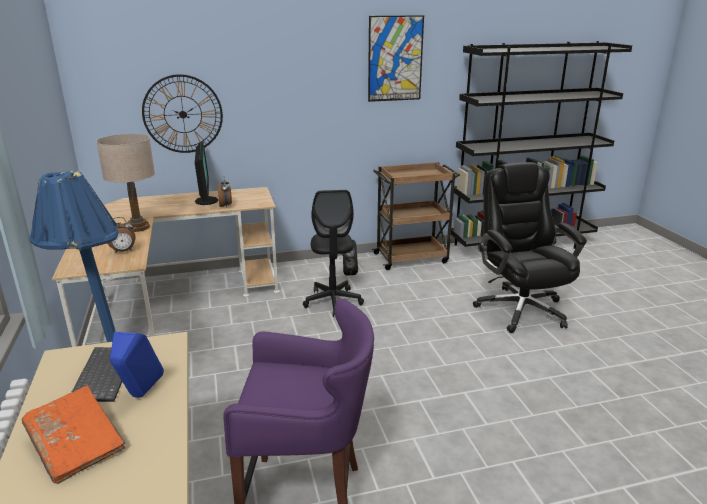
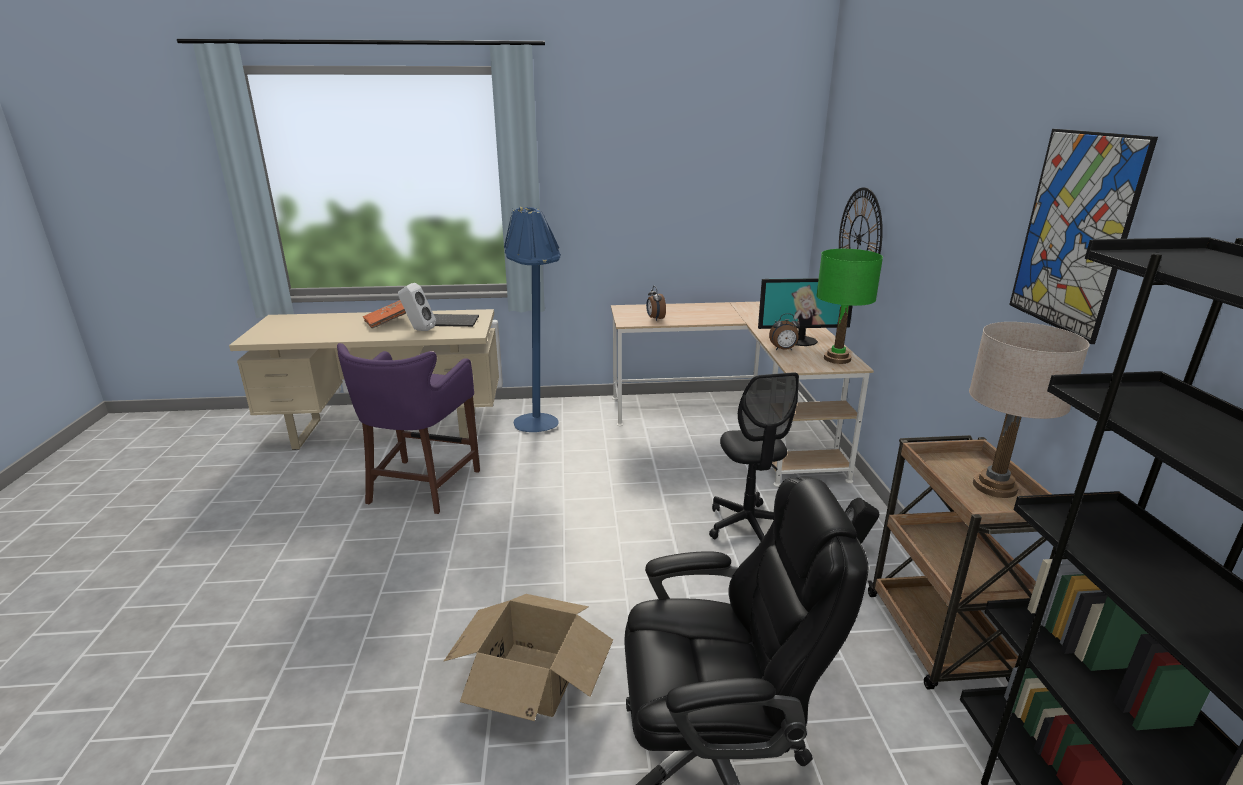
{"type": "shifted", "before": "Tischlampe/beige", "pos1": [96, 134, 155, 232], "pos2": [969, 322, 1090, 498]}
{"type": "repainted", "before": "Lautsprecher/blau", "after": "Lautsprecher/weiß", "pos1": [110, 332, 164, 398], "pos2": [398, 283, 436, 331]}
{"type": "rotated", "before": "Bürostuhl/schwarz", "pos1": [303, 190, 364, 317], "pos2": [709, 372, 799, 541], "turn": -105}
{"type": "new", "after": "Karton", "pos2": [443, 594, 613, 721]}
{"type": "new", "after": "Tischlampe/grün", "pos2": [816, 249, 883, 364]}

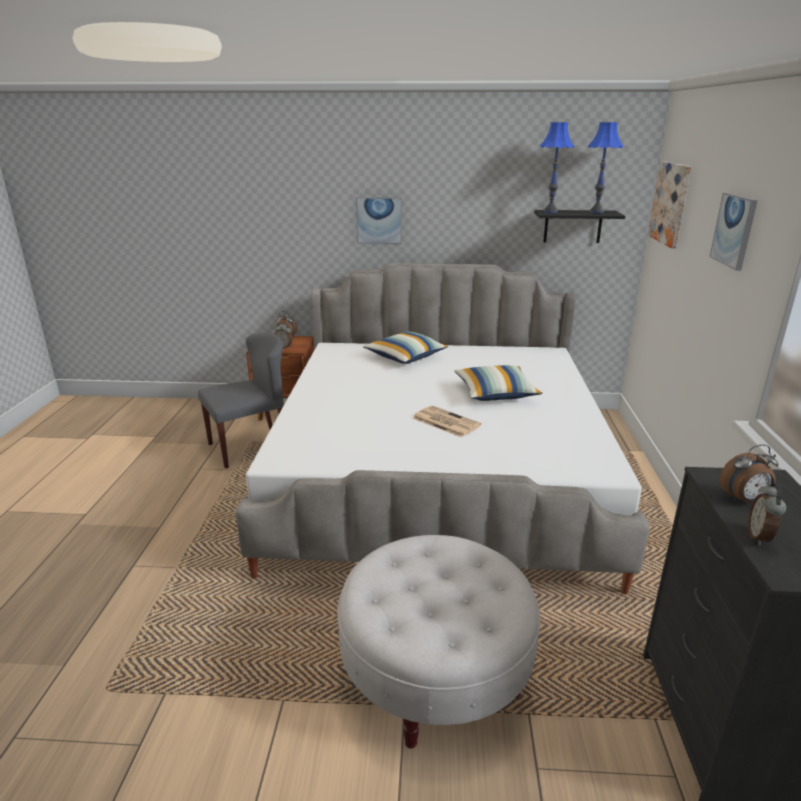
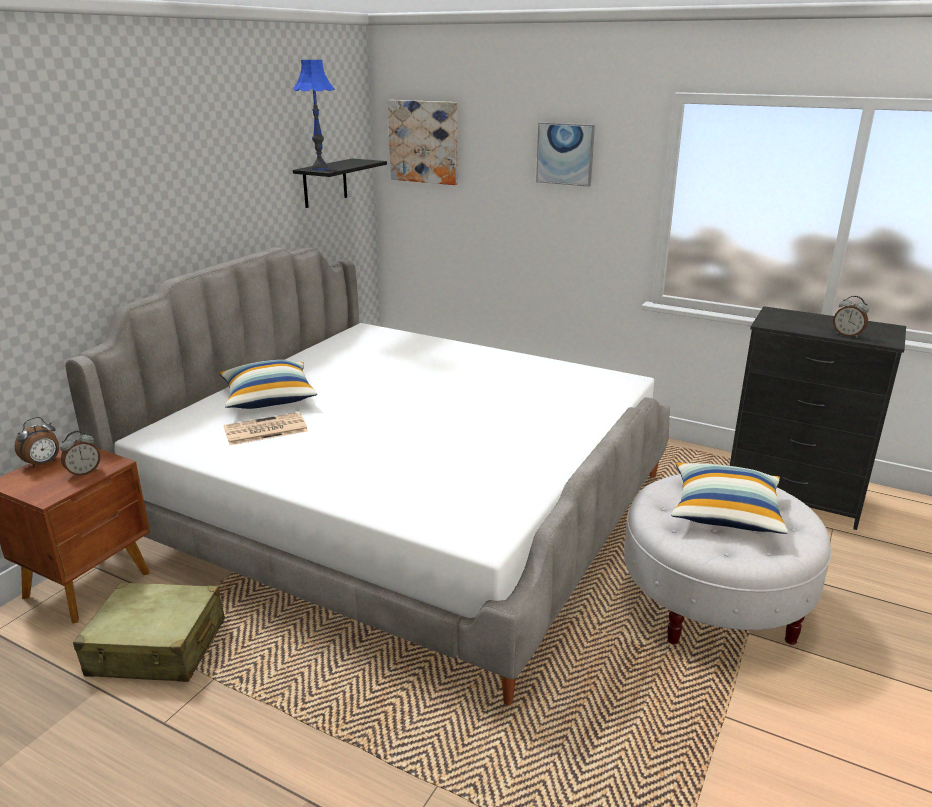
{"type": "swapped", "before": "Stuhl/grau", "after": "Koffer/beige", "pos1": [198, 333, 284, 469], "pos2": [73, 582, 225, 682]}
{"type": "gone", "before": "Bild", "pos1": [356, 197, 402, 244]}
{"type": "shifted", "before": "Zeitung", "pos1": [412, 405, 481, 438], "pos2": [224, 412, 308, 445]}
{"type": "shifted", "before": "Kissen", "pos1": [454, 365, 542, 401], "pos2": [671, 462, 788, 534]}
{"type": "gone", "before": "Tischlampe/blau", "pos1": [588, 122, 623, 213]}
{"type": "gone", "before": "Wecker", "pos1": [719, 445, 778, 502]}

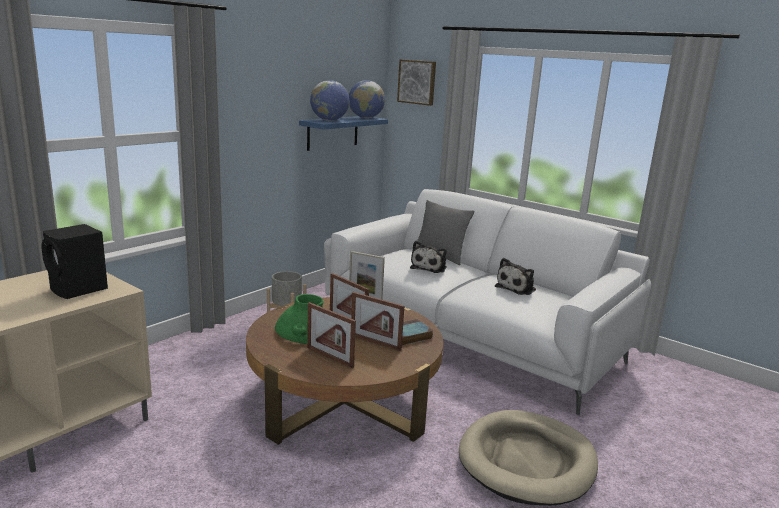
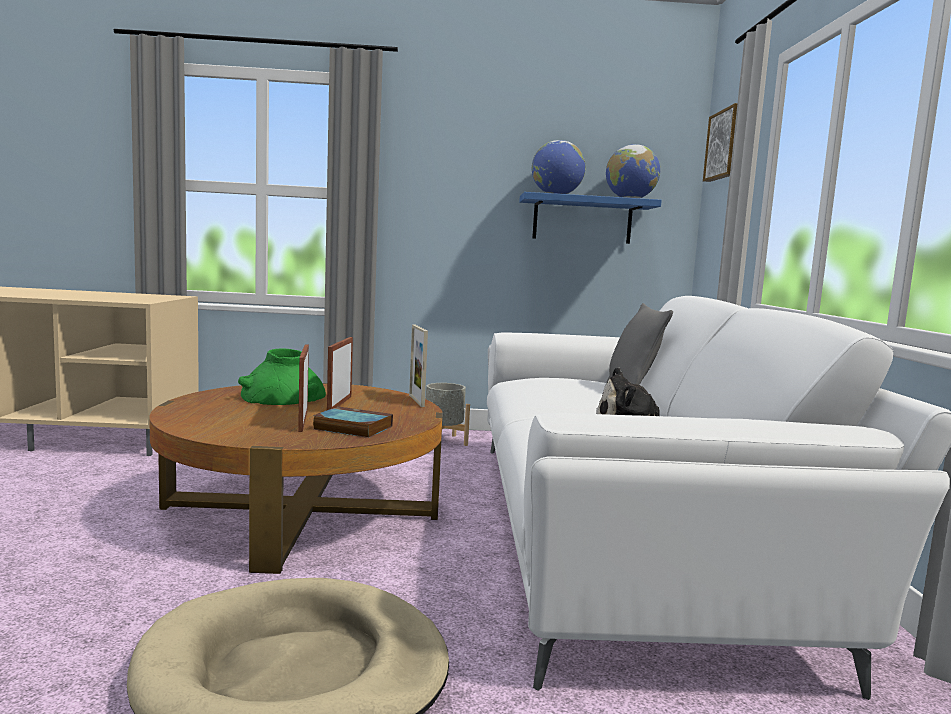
{"type": "gone", "before": "Lautsprecher/schwarz", "pos1": [41, 224, 108, 299]}
{"type": "gone", "before": "Bilderrahmen", "pos1": [307, 302, 356, 368]}
{"type": "gone", "before": "Plüschtier", "pos1": [410, 240, 447, 273]}

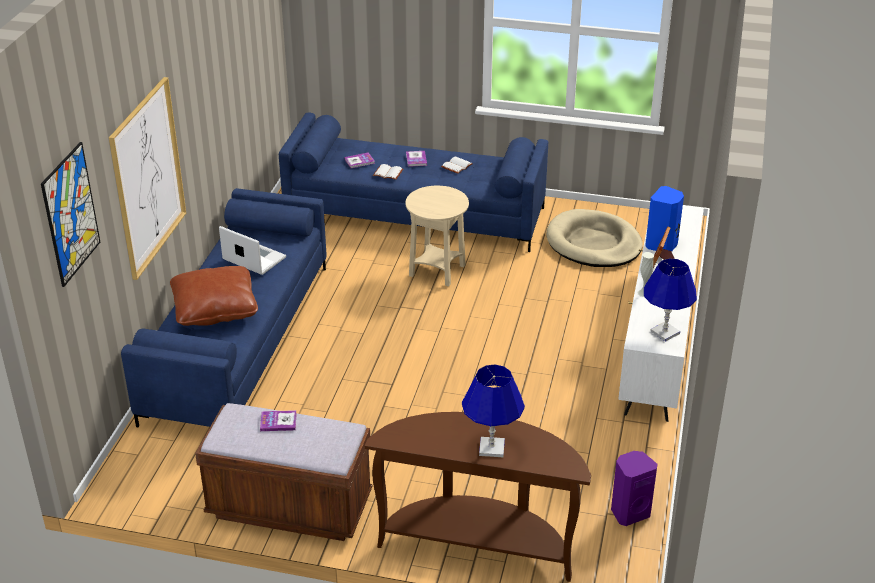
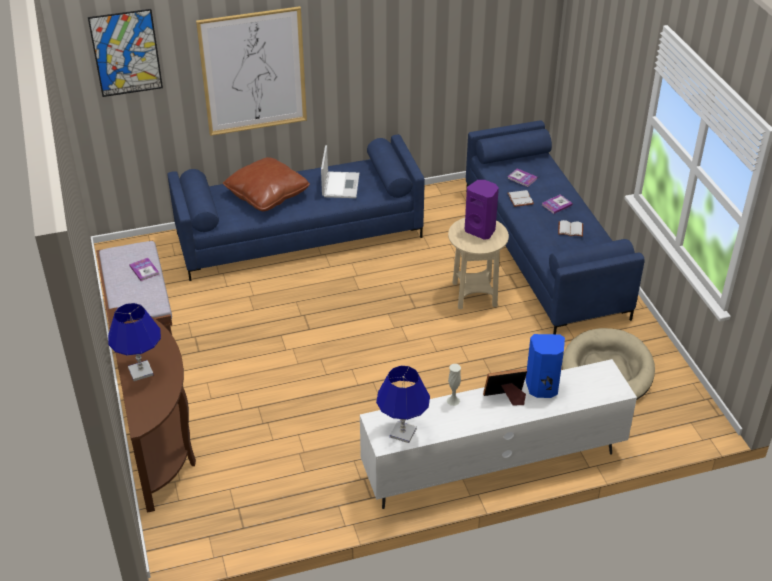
{"type": "shifted", "before": "Lautsprecher/lila", "pos1": [611, 451, 658, 526], "pos2": [465, 180, 499, 240]}

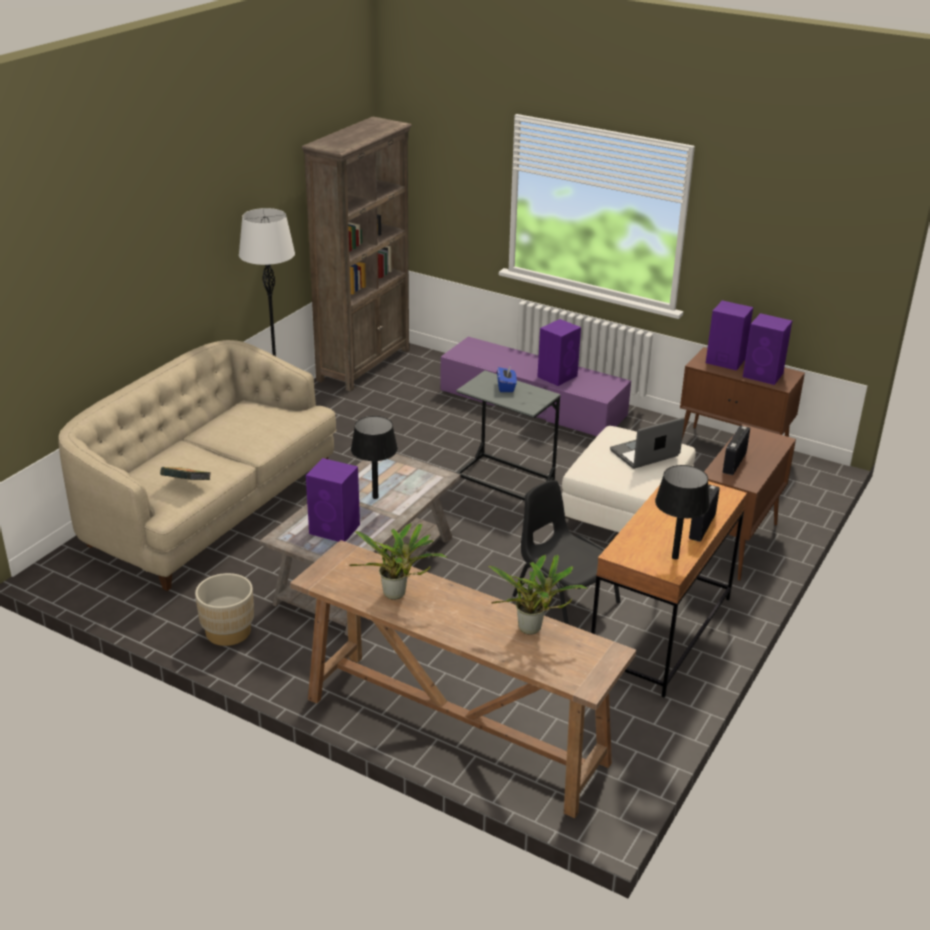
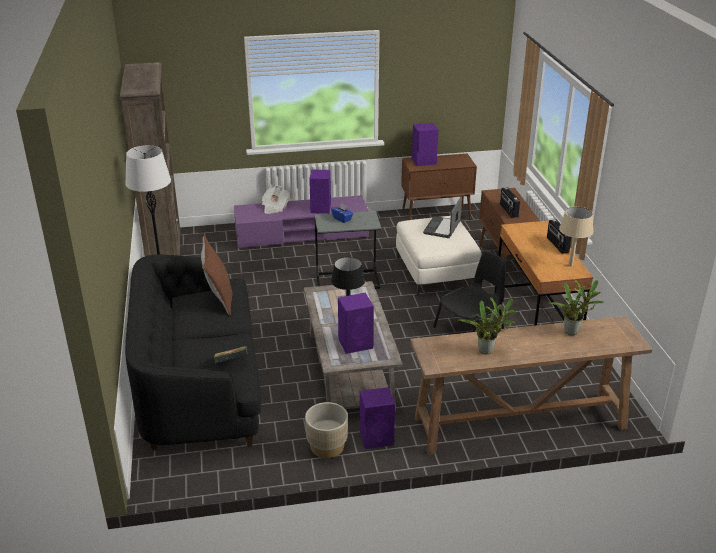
{"type": "repainted", "before": "Sofa/beige", "after": "Sofa/schwarz", "pos1": [58, 340, 336, 591], "pos2": [125, 254, 261, 451]}
{"type": "rotated", "before": "Stuhl/schwarz", "pos1": [513, 480, 621, 625], "pos2": [433, 251, 506, 332], "turn": 135}
{"type": "repainted", "before": "Tischlampe/schwarz", "after": "Tischlampe/beige", "pos1": [655, 465, 710, 559], "pos2": [559, 207, 593, 266]}
{"type": "shifted", "before": "Lautsprecher/lila", "pos1": [743, 313, 792, 385], "pos2": [360, 387, 395, 449]}
{"type": "new", "after": "Kissen/braun", "pos2": [201, 236, 232, 316]}
{"type": "new", "after": "Zeitung", "pos2": [262, 186, 290, 214]}

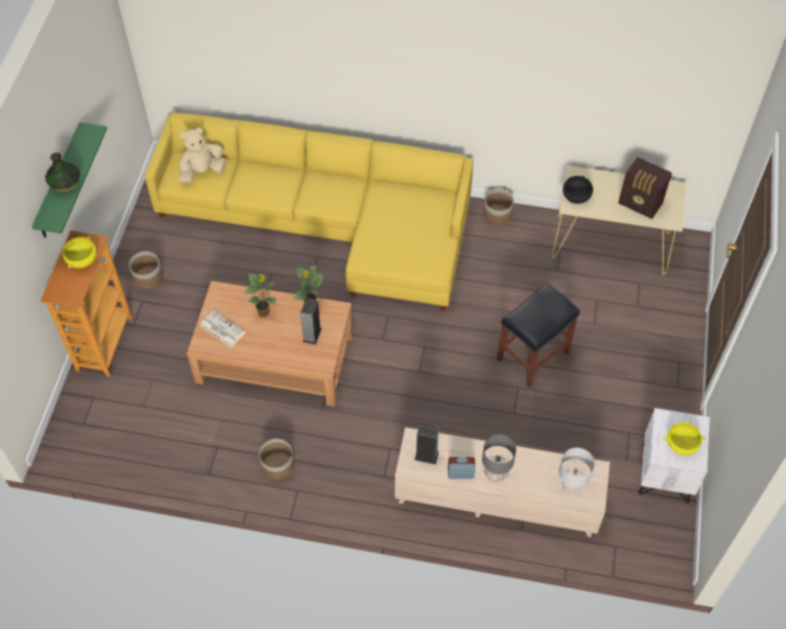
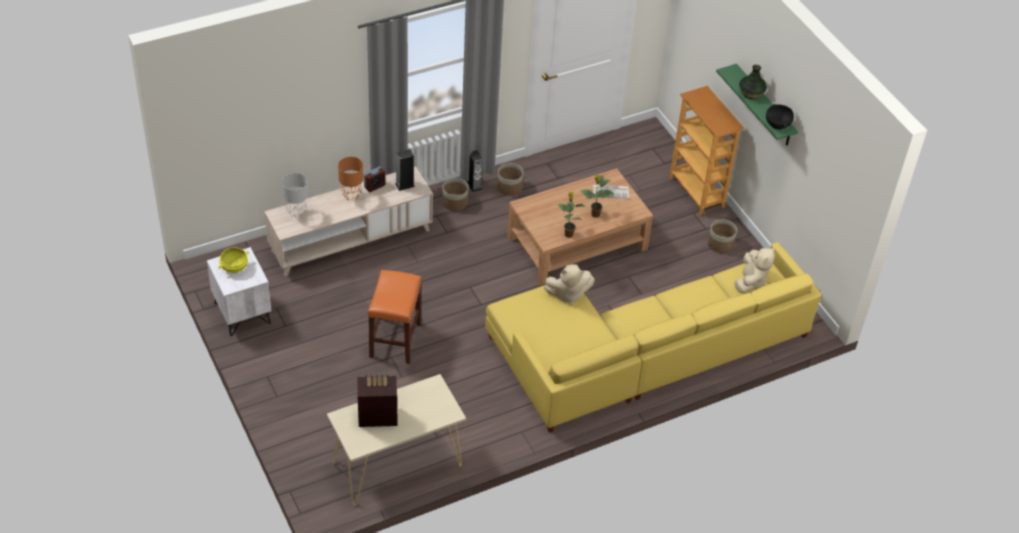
{"type": "gone", "before": "Schüssel/gelb", "pos1": [62, 237, 96, 268]}
{"type": "shifted", "before": "Lautsprecher", "pos1": [300, 298, 322, 345], "pos2": [467, 150, 483, 192]}
{"type": "repainted", "before": "Tischlampe/grau", "after": "Tischlampe/orange", "pos1": [482, 435, 516, 482], "pos2": [338, 157, 364, 201]}
{"type": "shifted", "before": "Pflanzkübel", "pos1": [483, 189, 514, 226], "pos2": [442, 178, 469, 211]}
{"type": "repainted", "before": "Hocker/schwarz", "after": "Hocker/orange", "pos1": [497, 283, 580, 388], "pos2": [368, 270, 422, 364]}
{"type": "shifted", "before": "Schüssel/schwarz", "pos1": [563, 176, 593, 204], "pos2": [766, 104, 794, 130]}
{"type": "new", "after": "Plüschtier/beige", "pos2": [544, 264, 595, 305]}

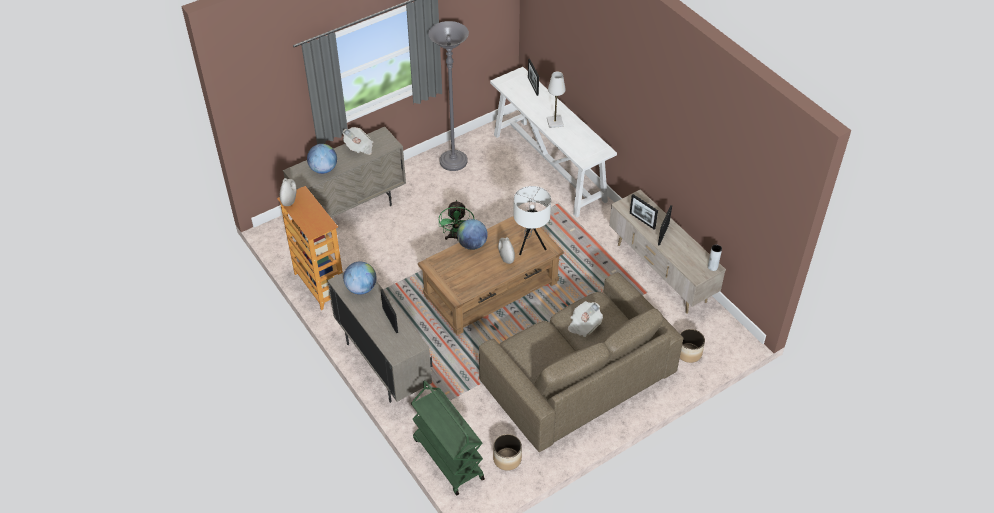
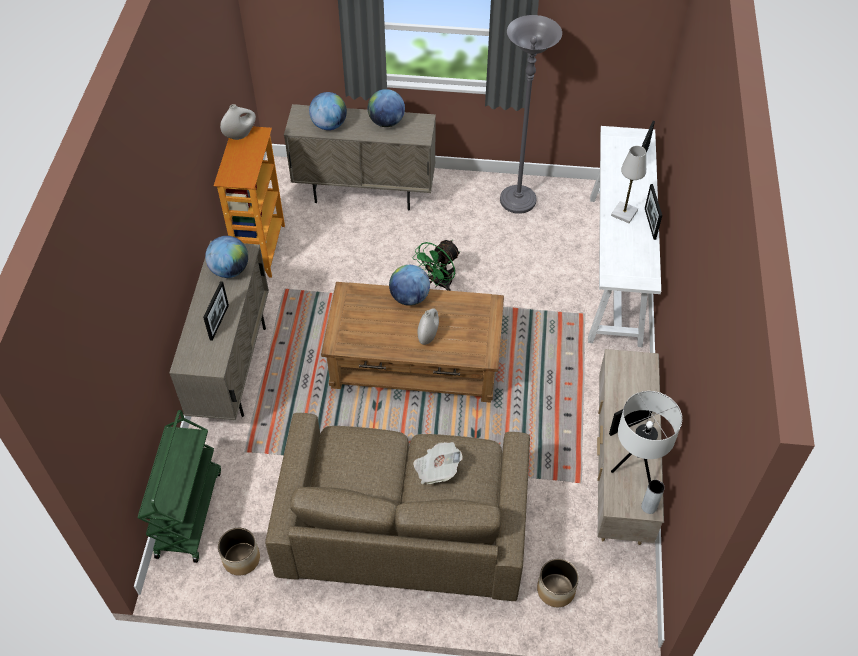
{"type": "swapped", "before": "Zeitung", "after": "Globus", "pos1": [343, 127, 373, 155], "pos2": [368, 89, 405, 127]}
{"type": "shifted", "before": "Tischlampe/weiß", "pos1": [513, 186, 551, 255], "pos2": [611, 391, 682, 483]}
{"type": "shifted", "before": "Bilderrahmen", "pos1": [630, 194, 658, 229], "pos2": [645, 184, 662, 240]}

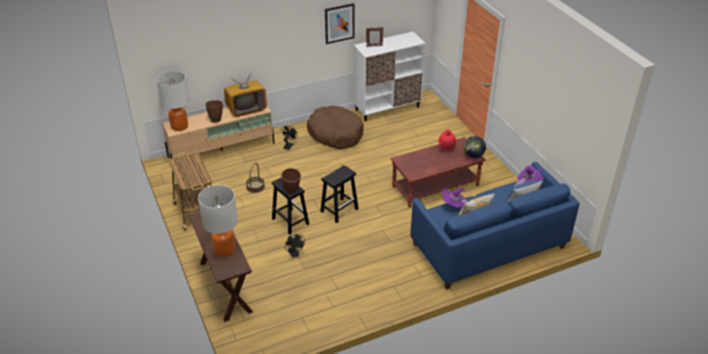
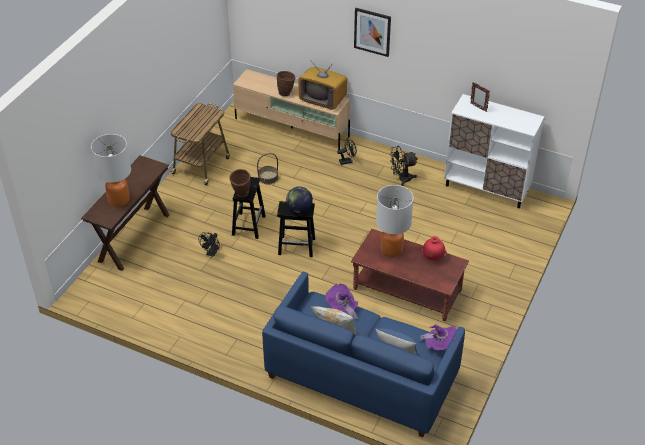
{"type": "shifted", "before": "Tischlampe", "pos1": [157, 71, 189, 131], "pos2": [376, 185, 413, 257]}
{"type": "swapped", "before": "Hundebett/braun", "after": "Ventilator/schwarz", "pos1": [307, 106, 364, 149], "pos2": [390, 146, 418, 186]}
{"type": "shifted", "before": "Bild", "pos1": [325, 3, 355, 44], "pos2": [354, 8, 391, 57]}
{"type": "shifted", "before": "Globus", "pos1": [464, 136, 486, 158], "pos2": [286, 187, 313, 213]}

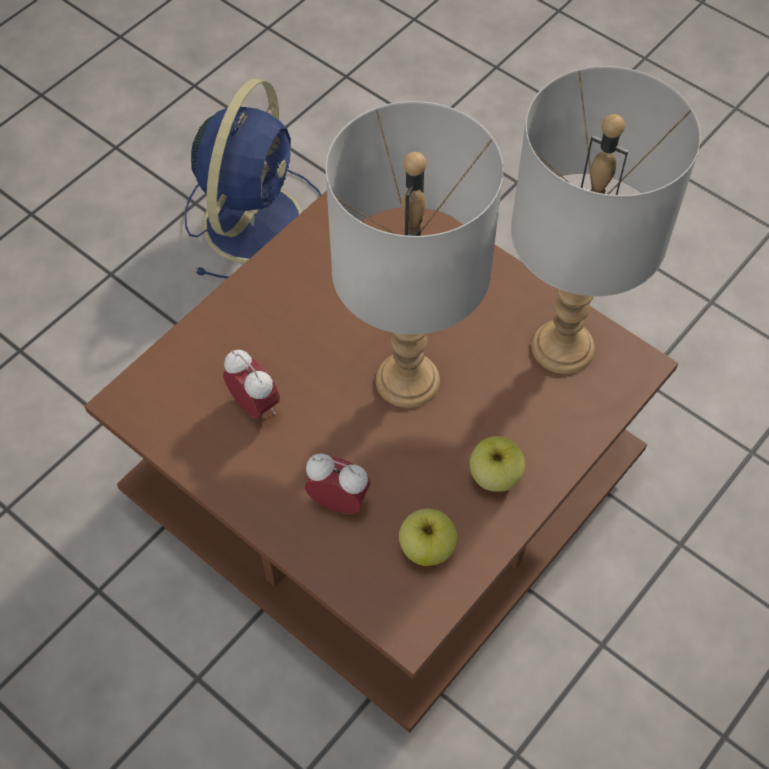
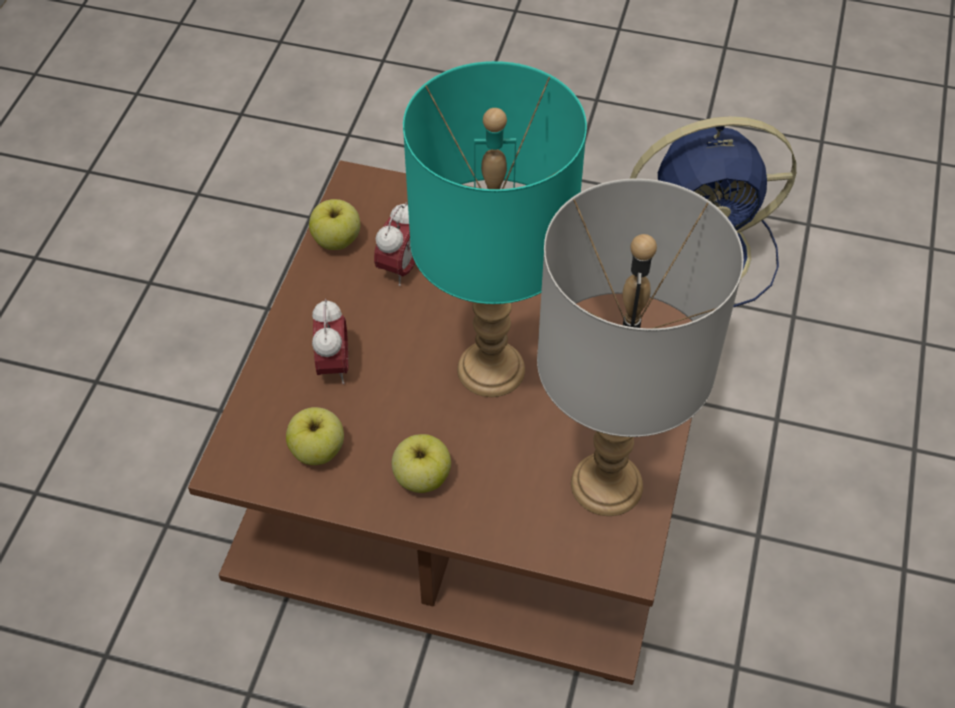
{"type": "repainted", "before": "Tischlampe/grau", "after": "Tischlampe/türkis", "pos1": [325, 101, 504, 408], "pos2": [403, 61, 587, 397]}
{"type": "new", "after": "Apfel", "pos2": [309, 199, 360, 250]}

